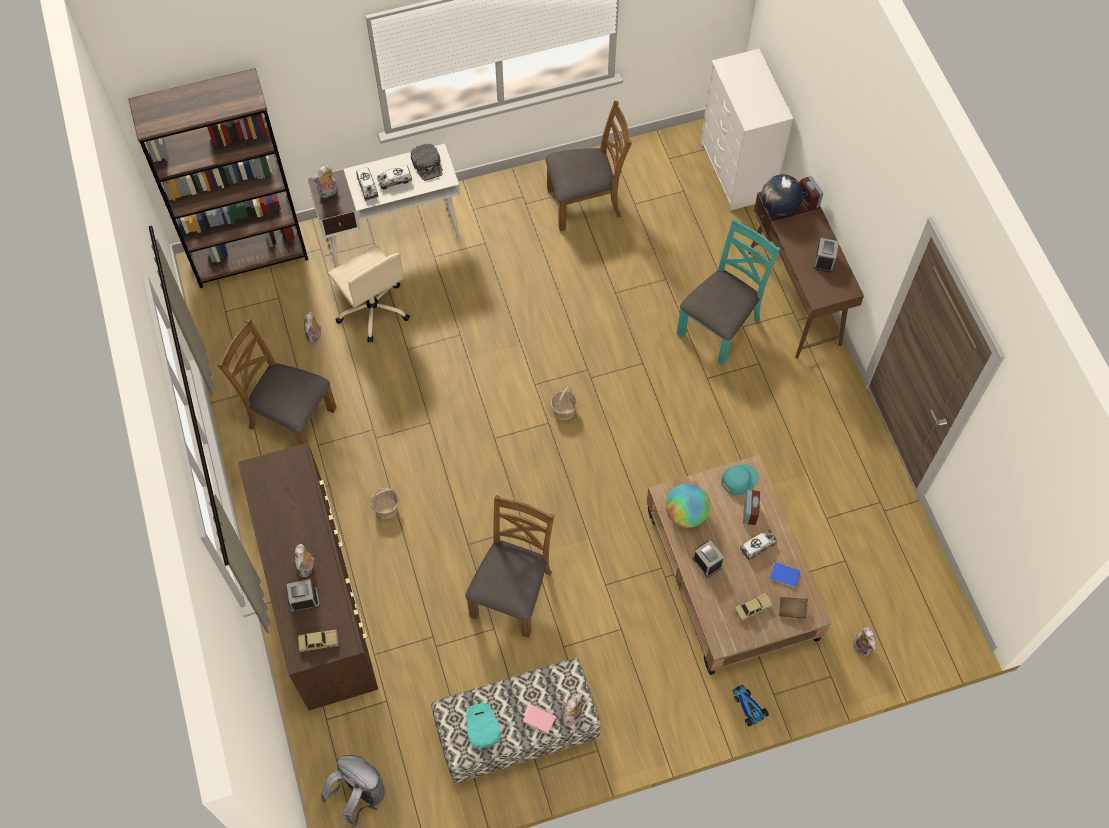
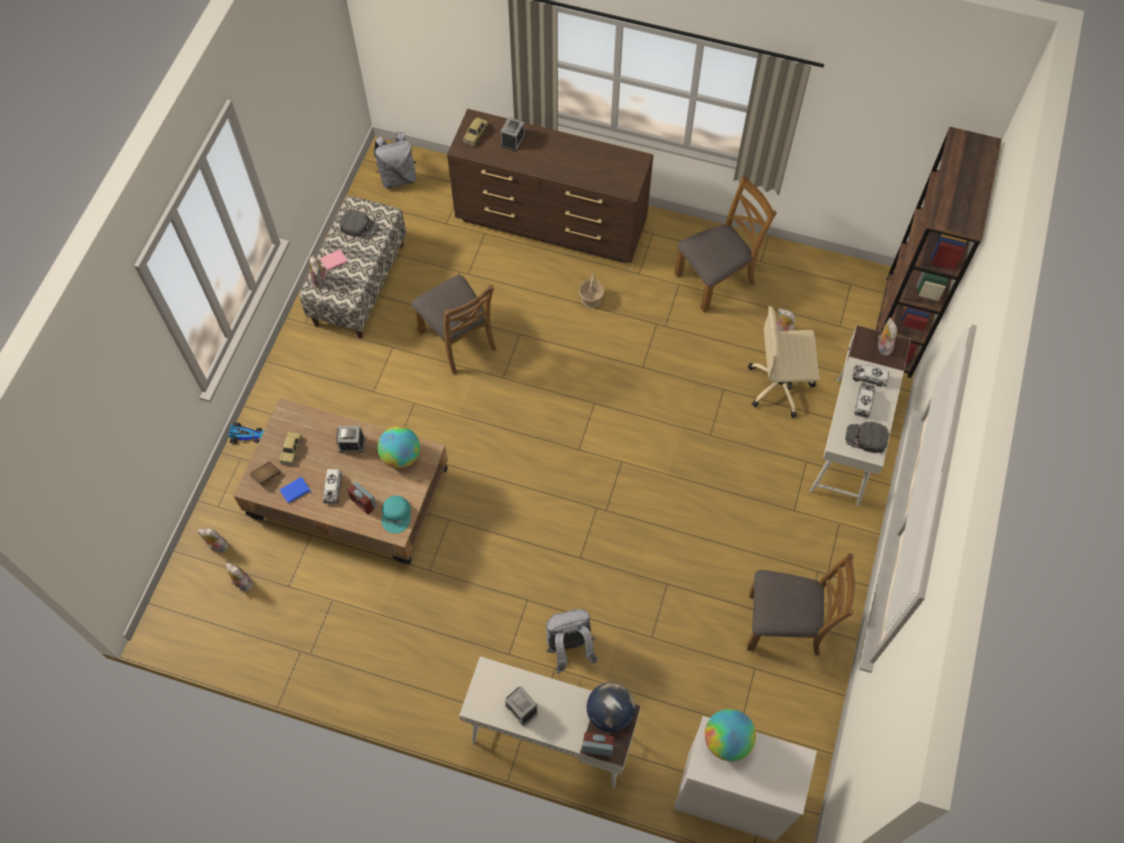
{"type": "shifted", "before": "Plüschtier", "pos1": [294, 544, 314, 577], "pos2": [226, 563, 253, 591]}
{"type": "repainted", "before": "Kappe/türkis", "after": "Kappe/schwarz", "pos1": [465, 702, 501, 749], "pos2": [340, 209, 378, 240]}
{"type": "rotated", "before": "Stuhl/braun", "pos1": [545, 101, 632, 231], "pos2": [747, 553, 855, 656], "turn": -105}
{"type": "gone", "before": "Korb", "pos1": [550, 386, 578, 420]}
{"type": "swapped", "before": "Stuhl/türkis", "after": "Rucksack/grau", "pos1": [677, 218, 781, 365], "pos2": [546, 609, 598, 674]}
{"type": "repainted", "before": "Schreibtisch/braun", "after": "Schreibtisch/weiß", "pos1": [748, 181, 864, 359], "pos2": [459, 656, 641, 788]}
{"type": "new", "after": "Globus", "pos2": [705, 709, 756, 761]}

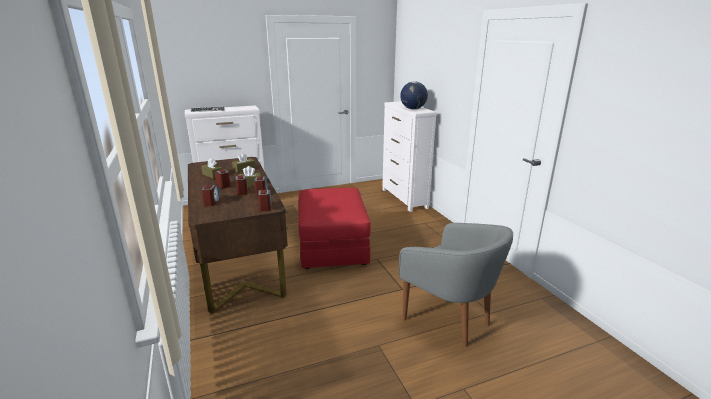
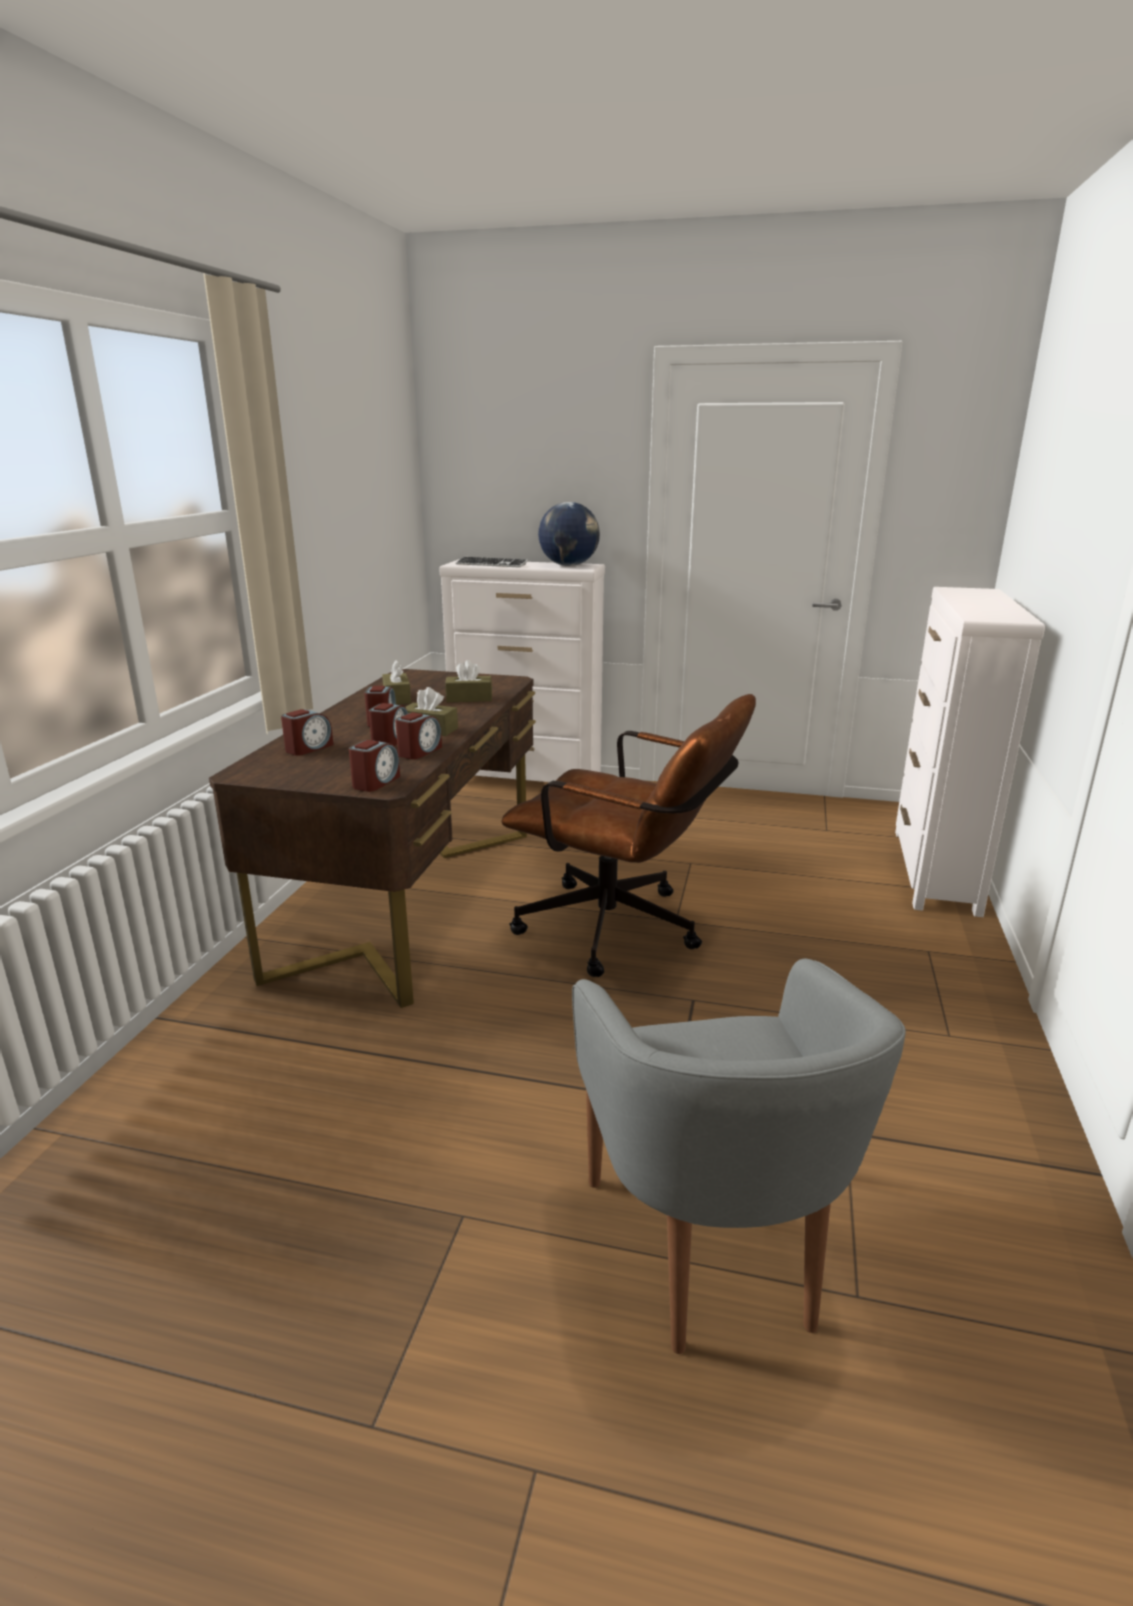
{"type": "swapped", "before": "Polsterhocker/rot", "after": "Bürostuhl/braun", "pos1": [298, 187, 371, 269], "pos2": [501, 694, 756, 977]}
{"type": "shifted", "before": "Globus", "pos1": [400, 81, 428, 110], "pos2": [538, 502, 600, 566]}

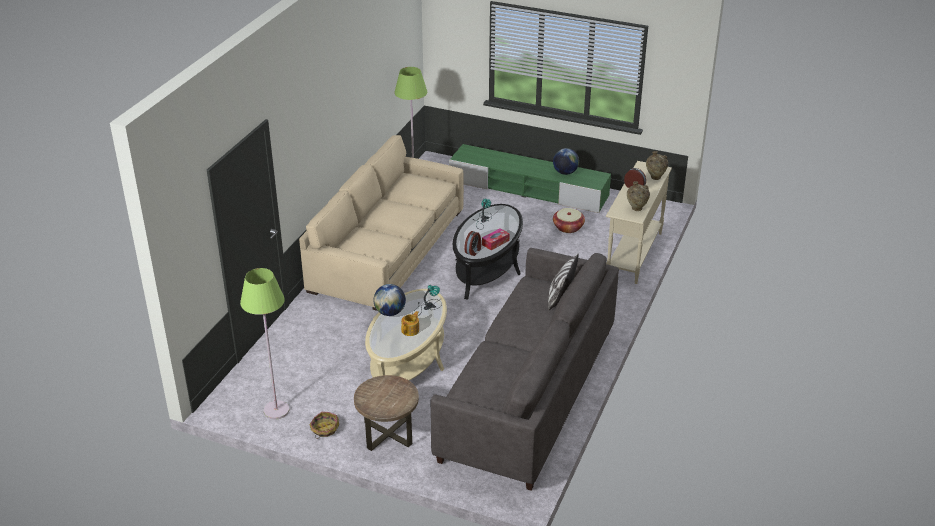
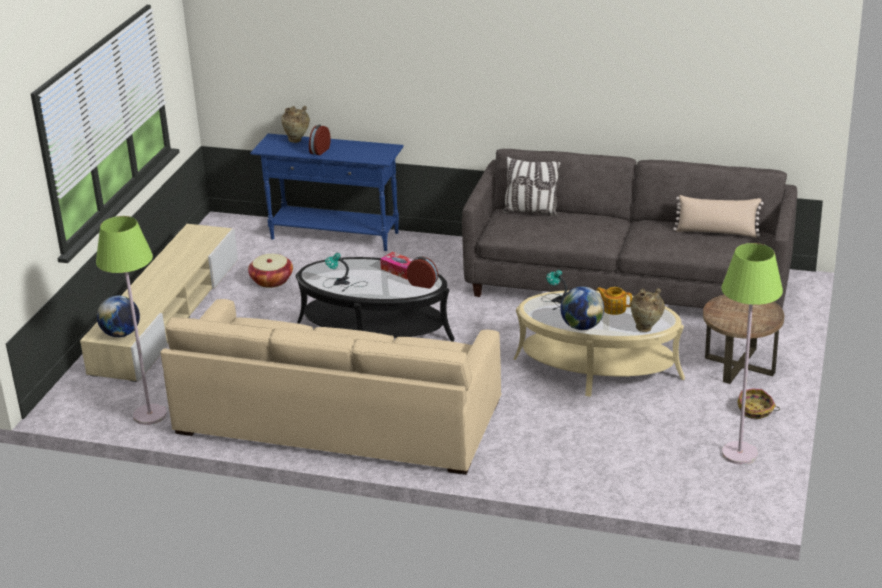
{"type": "repainted", "before": "Fernsehschrank/grün", "after": "Fernsehschrank/beige", "pos1": [449, 144, 611, 213], "pos2": [80, 224, 238, 382]}
{"type": "shifted", "before": "Globus", "pos1": [553, 148, 579, 175], "pos2": [97, 295, 140, 337]}
{"type": "repainted", "before": "Konsolentisch/beige", "after": "Konsolentisch/blau", "pos1": [606, 161, 672, 284], "pos2": [250, 134, 404, 251]}
{"type": "shifted", "before": "Vase/beige", "pos1": [627, 181, 650, 211], "pos2": [630, 288, 665, 332]}
{"type": "new", "after": "Kissen/beige", "pos2": [673, 195, 764, 238]}

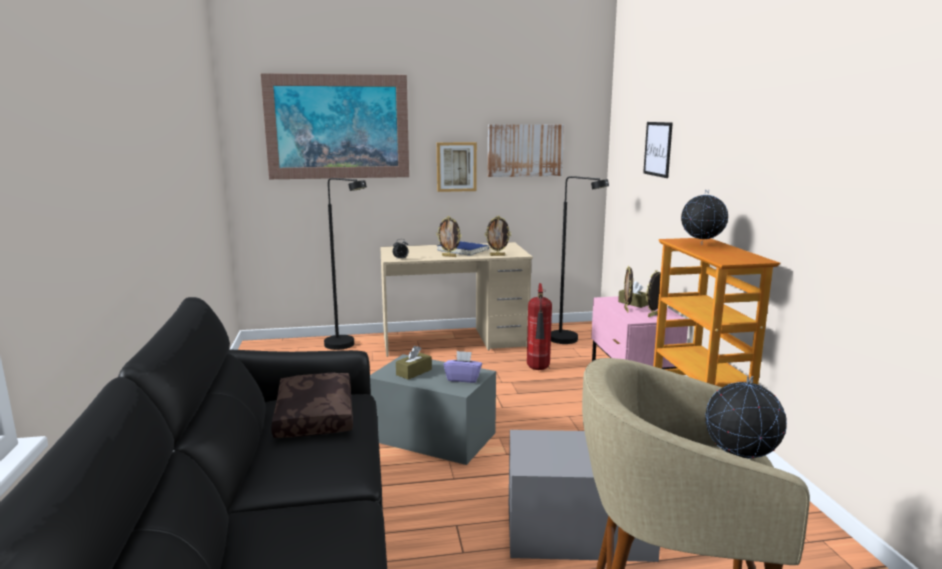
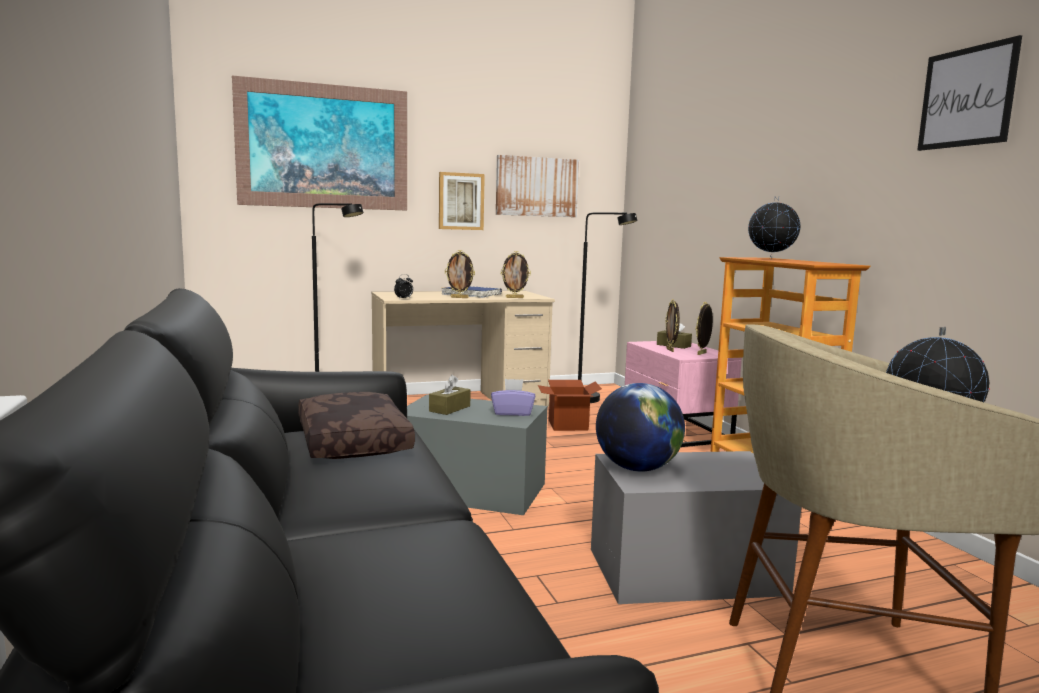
{"type": "swapped", "before": "Feuerlöscher", "after": "Karton", "pos1": [527, 283, 552, 370], "pos2": [538, 380, 602, 431]}
{"type": "shifted", "before": "Bild", "pos1": [643, 122, 673, 178], "pos2": [917, 35, 1022, 151]}
{"type": "new", "after": "Globus", "pos2": [596, 383, 685, 472]}

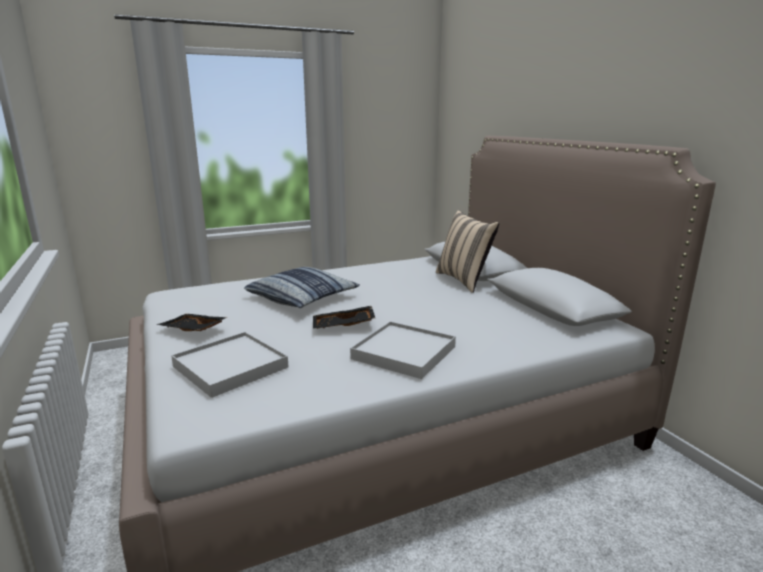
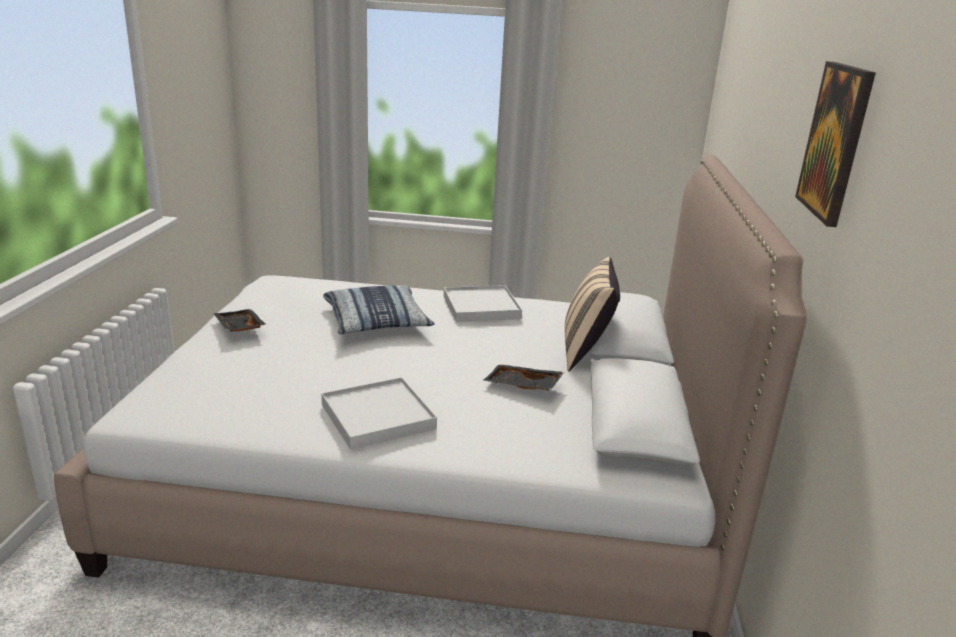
{"type": "shifted", "before": "Tablett/weiß", "pos1": [171, 332, 288, 398], "pos2": [444, 285, 522, 322]}
{"type": "shifted", "before": "Tablett/schwarz", "pos1": [313, 306, 375, 329], "pos2": [483, 364, 564, 390]}
{"type": "new", "after": "Bild", "pos2": [795, 61, 876, 227]}

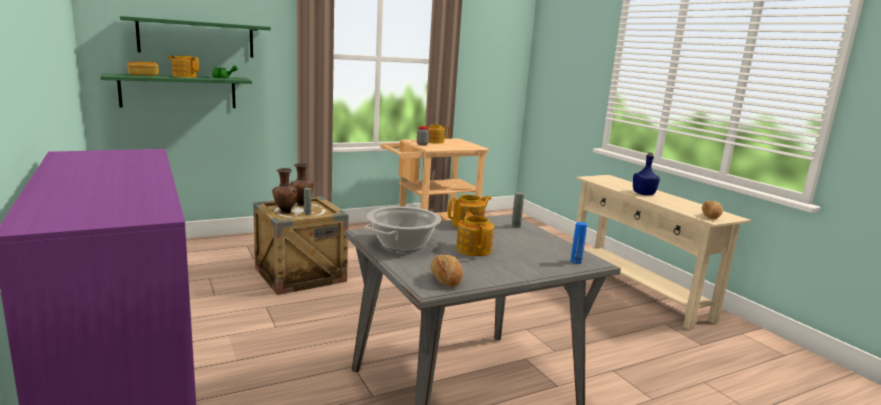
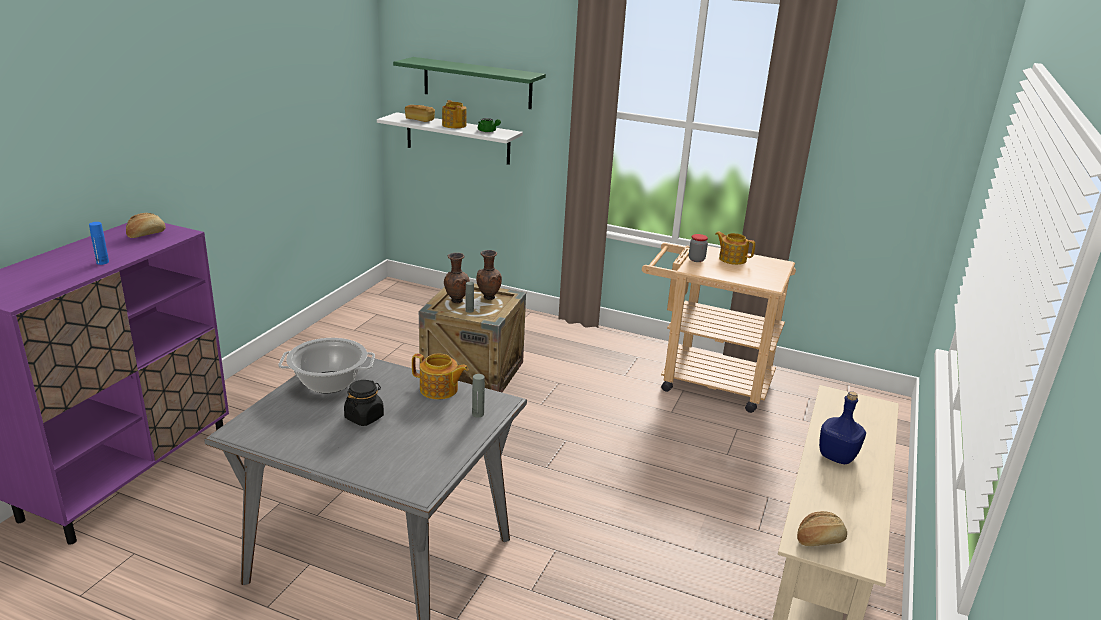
{"type": "repainted", "before": "Wandregal/grün", "after": "Wandregal/weiß", "pos1": [100, 73, 252, 108], "pos2": [377, 112, 523, 165]}
{"type": "shifted", "before": "Brot", "pos1": [430, 254, 463, 287], "pos2": [126, 213, 166, 238]}
{"type": "swapped", "before": "Teekanne", "after": "Vorratsglas/schwarz", "pos1": [456, 212, 494, 256], "pos2": [344, 380, 384, 426]}
{"type": "shifted", "before": "Flasche/blau", "pos1": [571, 222, 587, 264], "pos2": [89, 222, 109, 265]}

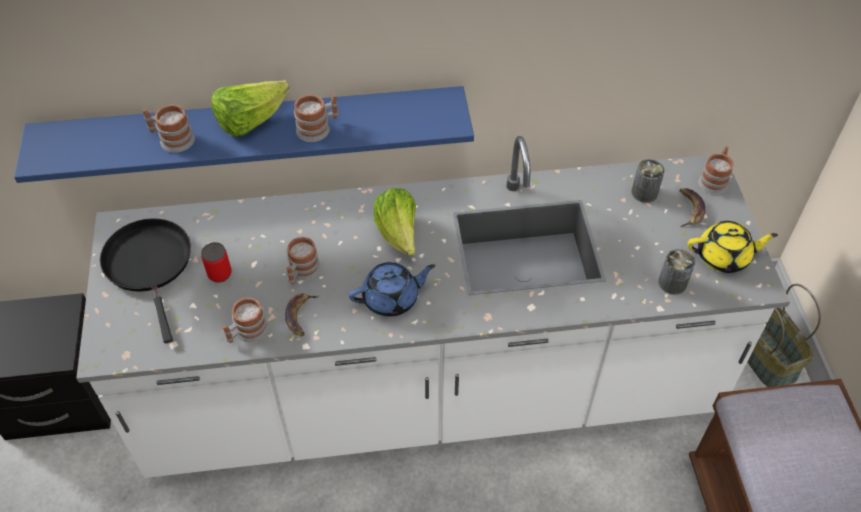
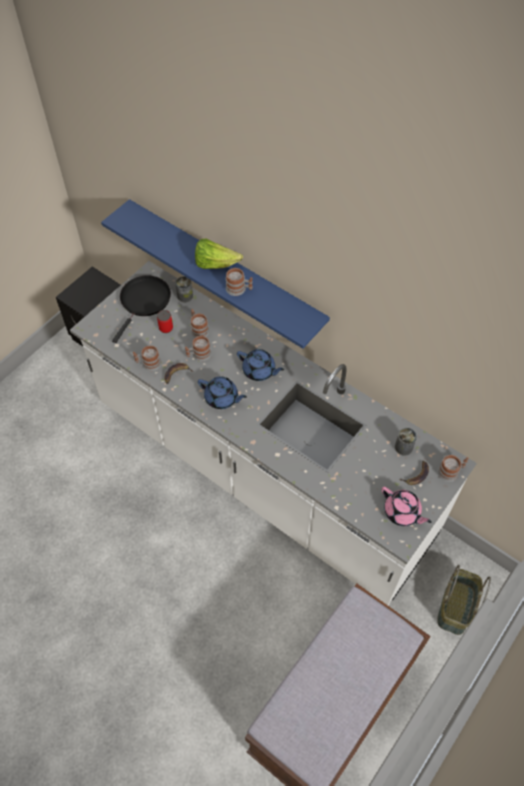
{"type": "shifted", "before": "Henkelbecher", "pos1": [142, 105, 195, 153], "pos2": [190, 309, 209, 338]}
{"type": "swapped", "before": "Salatkopf", "after": "Teekanne/blau", "pos1": [373, 188, 416, 256], "pos2": [237, 349, 284, 381]}
{"type": "shifted", "before": "Dose", "pos1": [658, 249, 695, 295], "pos2": [175, 276, 193, 302]}
{"type": "repainted", "before": "Teekanne/gelb", "after": "Teekanne/rosa", "pos1": [688, 221, 778, 273], "pos2": [382, 487, 432, 526]}

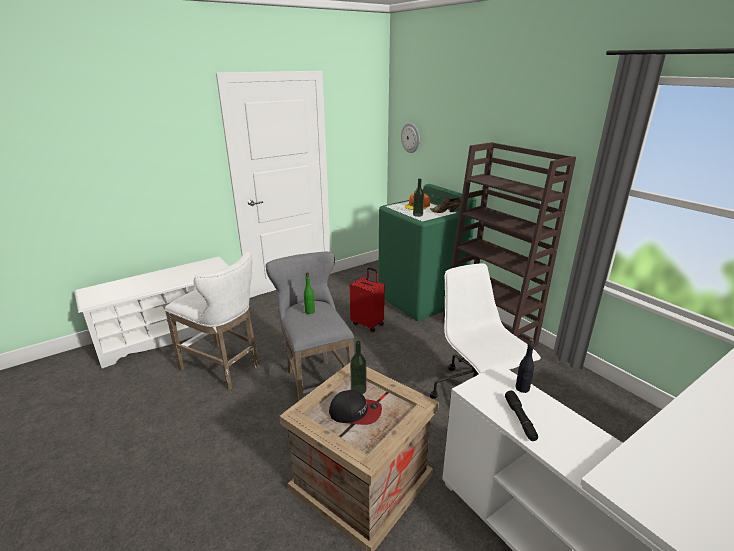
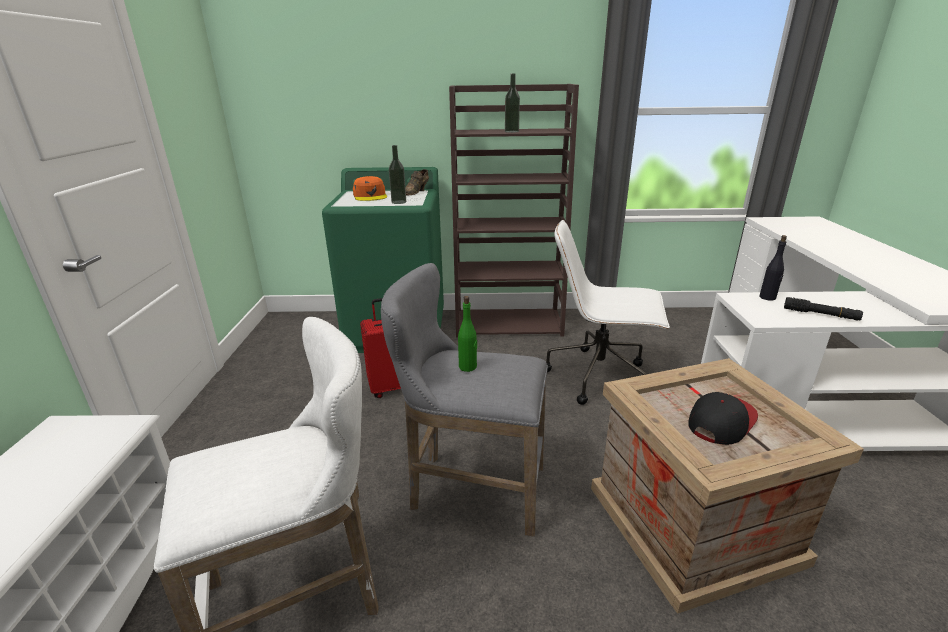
{"type": "shifted", "before": "Flasche", "pos1": [350, 340, 367, 394], "pos2": [505, 74, 520, 133]}
{"type": "gone", "before": "Wanduhr", "pos1": [401, 123, 420, 153]}

